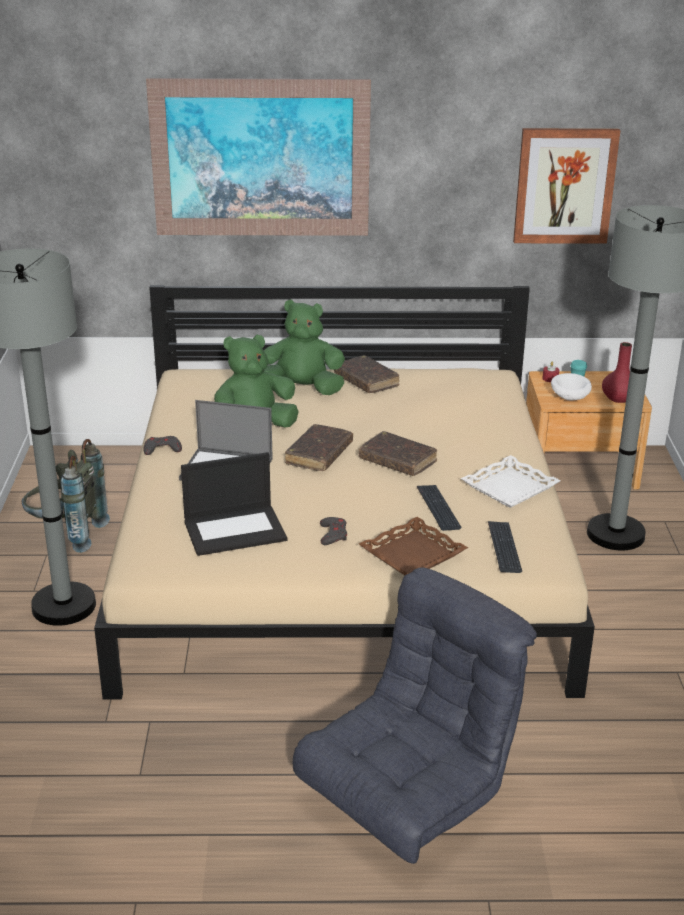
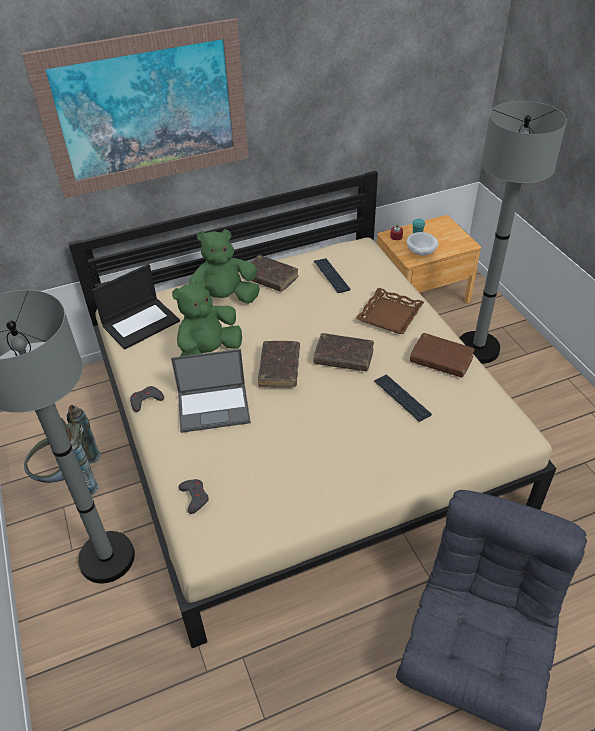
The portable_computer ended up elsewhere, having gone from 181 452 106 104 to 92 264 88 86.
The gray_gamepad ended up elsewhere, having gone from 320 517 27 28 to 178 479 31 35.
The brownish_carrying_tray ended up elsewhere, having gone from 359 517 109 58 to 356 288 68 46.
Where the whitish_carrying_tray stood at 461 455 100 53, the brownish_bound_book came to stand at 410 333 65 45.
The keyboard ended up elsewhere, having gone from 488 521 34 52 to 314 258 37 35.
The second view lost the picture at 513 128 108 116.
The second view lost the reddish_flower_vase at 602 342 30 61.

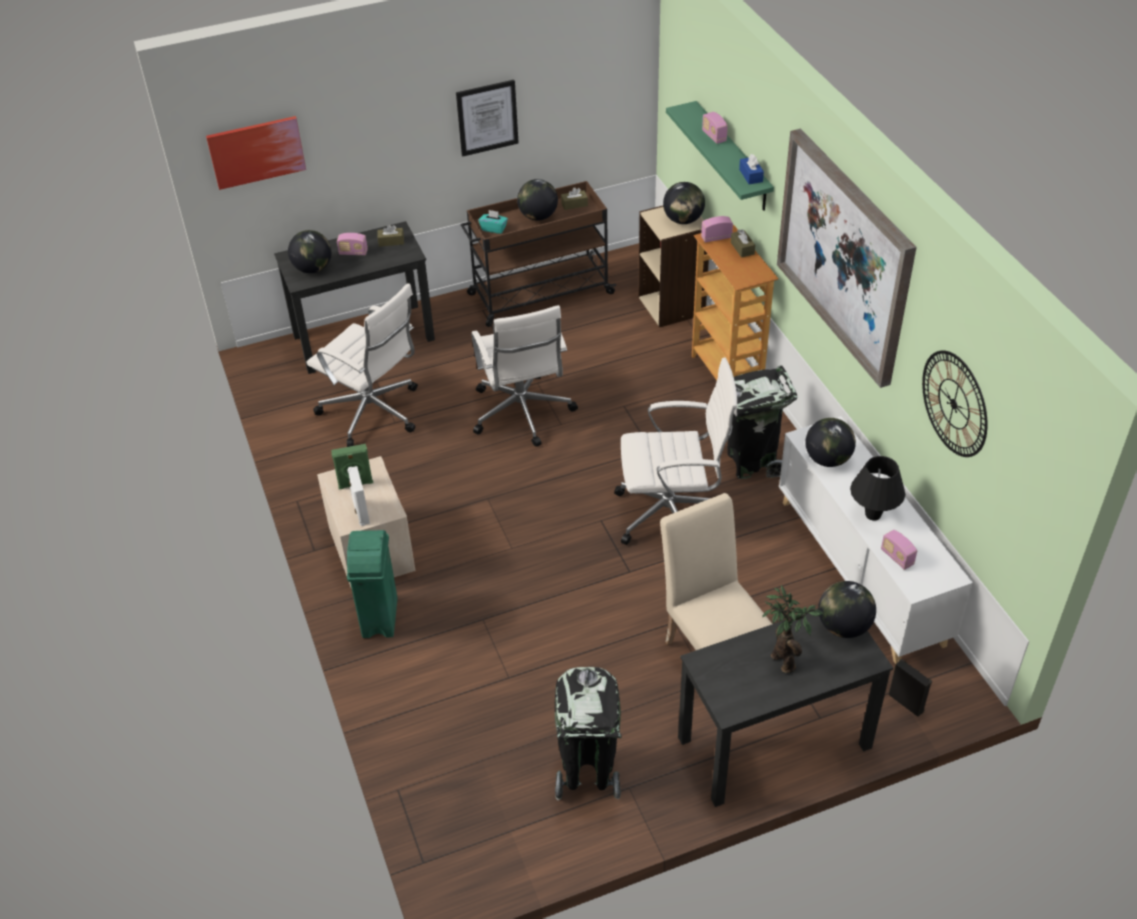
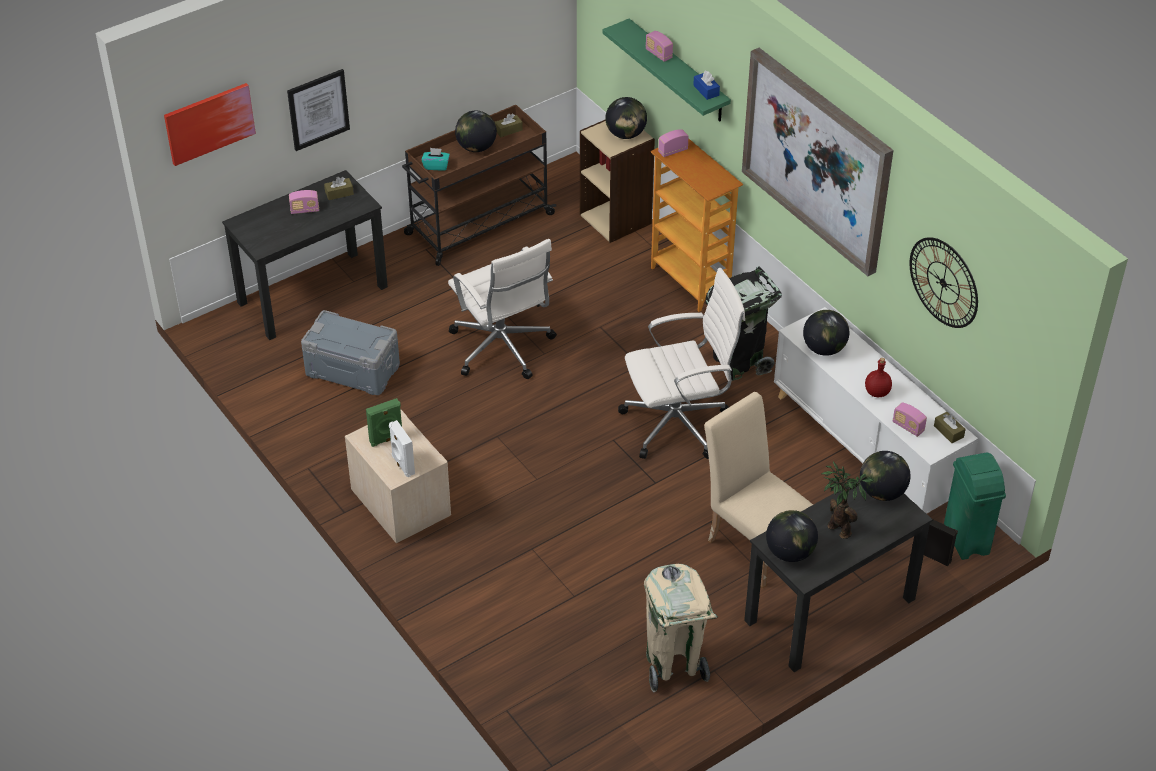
The globe ended up elsewhere, having gone from 288 230 43 43 to 766 510 52 52.
Where the whitish_desk_chair stood at 307 283 111 164, the gray_storage_container came to stand at 301 310 99 85.
The green_rubbish_bin ended up elsewhere, having gone from 347 530 51 108 to 944 453 62 107.
The picture ended up elsewhere, having gone from 456 80 63 77 to 287 69 63 82.
What was the black_rubbish_bin at 555 667 67 133 turned into the beige_rubbish_bin at 644 564 74 129.
The brownish_box_of_tissues ended up elsewhere, having gone from 731 229 24 29 to 934 412 32 31.
Where the black_lamp_for_a_table stood at 850 456 55 64, the reddish_bottle came to stand at 865 358 27 39.

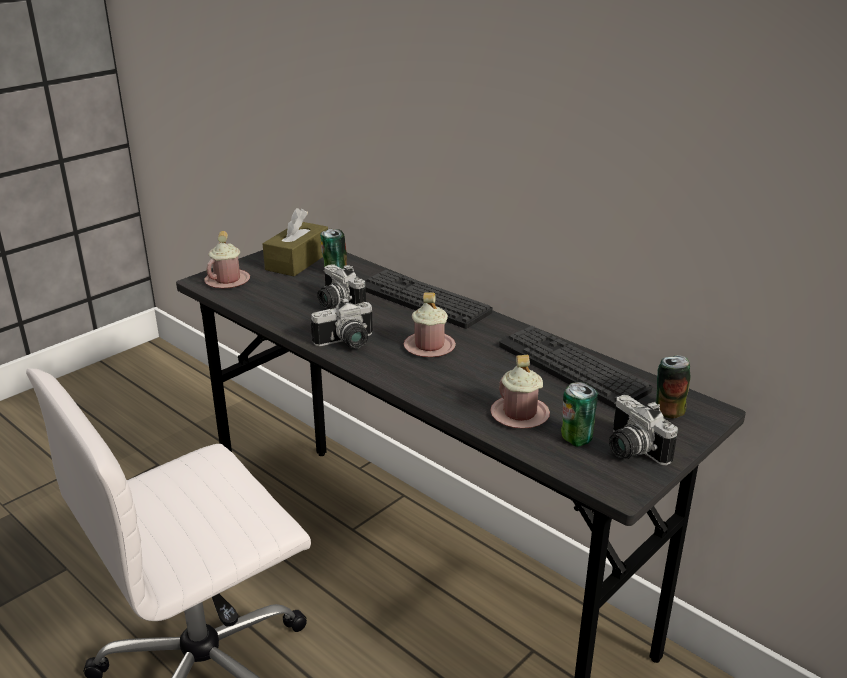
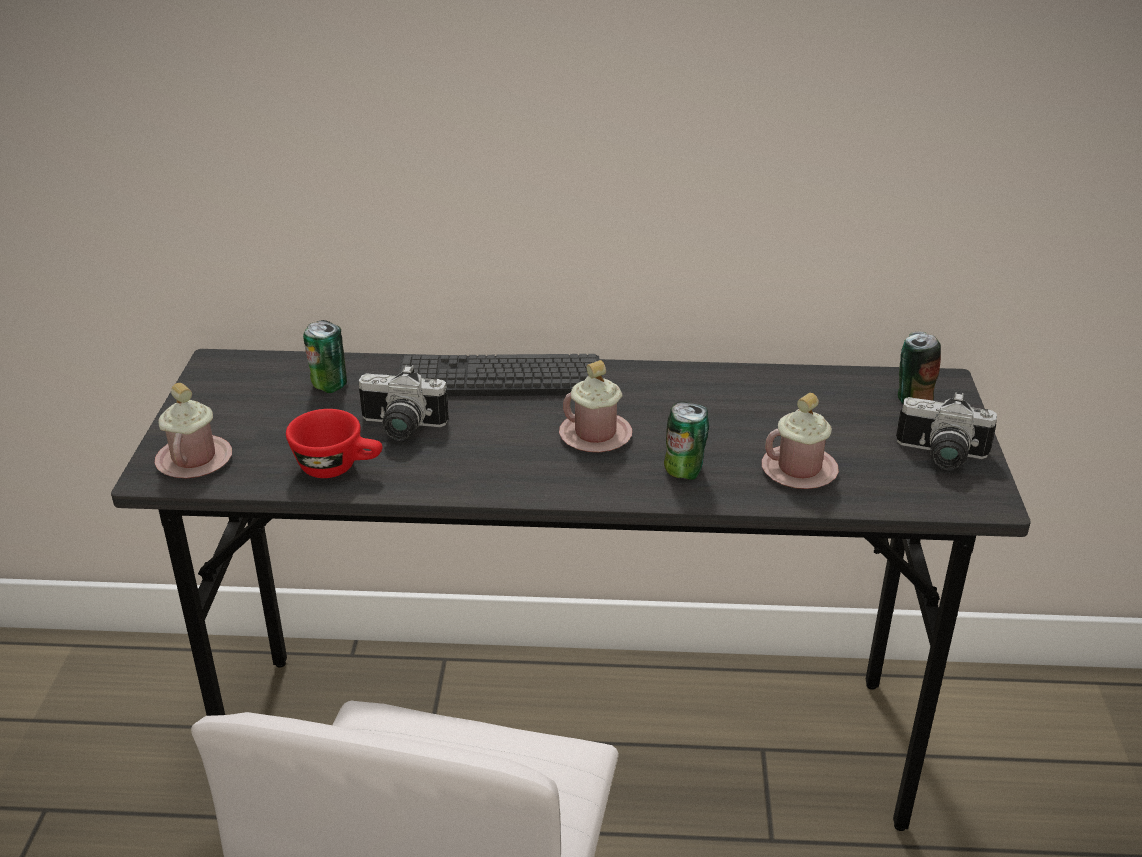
The second view lost the brownish_box_of_tissues at 262 208 66 68.
The second view lost the still_camera at 311 297 62 51.
The second view lost the keyboard at 499 326 153 83.
The can ended up elsewhere, having gone from 561 382 37 65 to 664 401 45 79.
The second view gained the reddish_drinking_cup at 286 409 97 69.

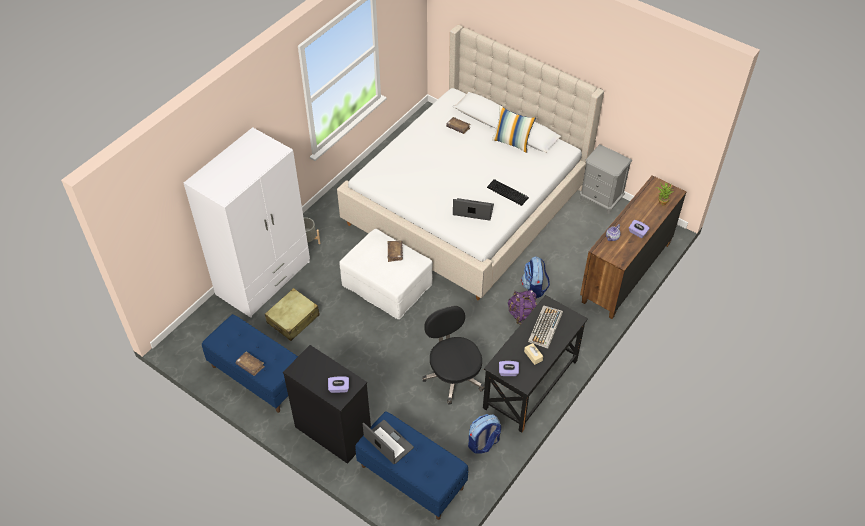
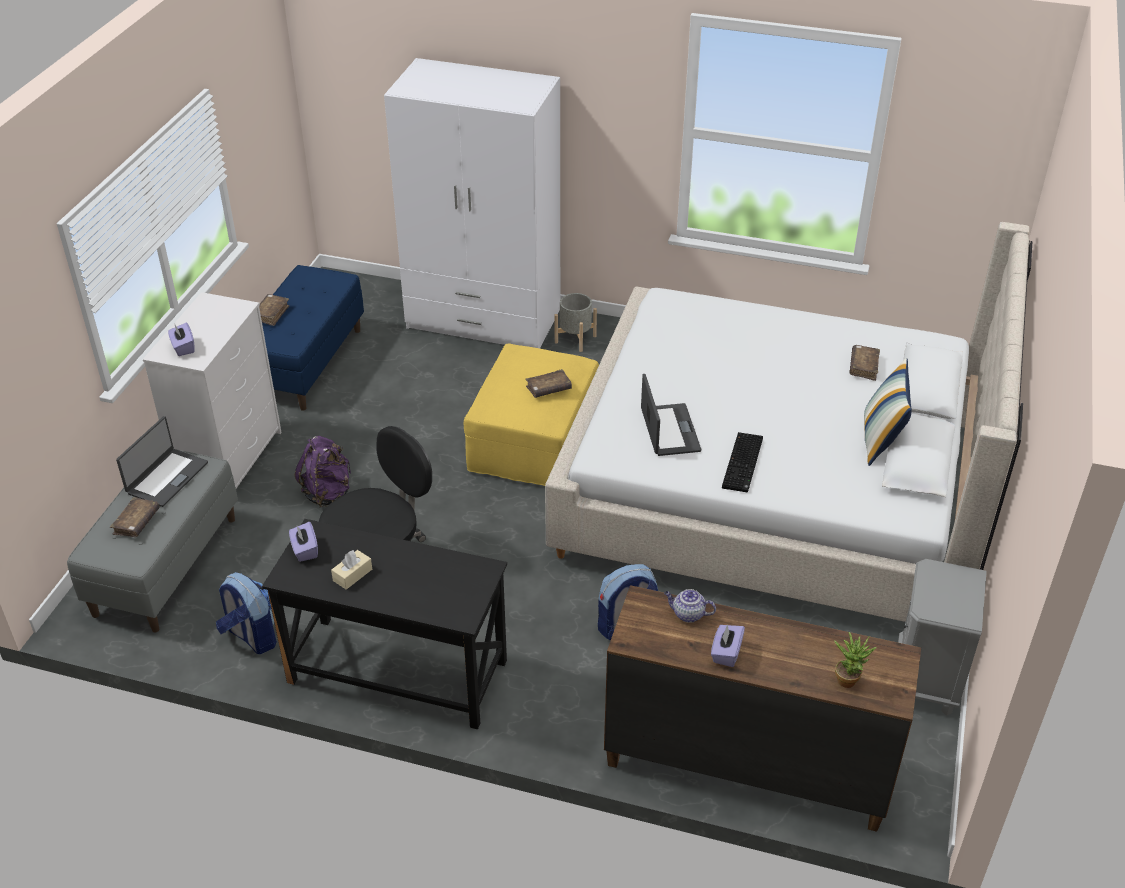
The second view lost the beige_suitcase at 265 288 55 53.
What was the black_drawer_chest at 283 345 88 119 turned into the whitish_drawer_chest at 143 292 139 196.
What was the whitish_footrest at 339 229 94 90 turned into the yellow_footrest at 464 343 135 143.
What was the blue_long_seat at 355 411 113 109 turned into the gray_long_seat at 67 449 171 183.
The purplish_rucksack ended up elsewhere, having gone from 508 290 29 35 to 295 436 56 71.
The second view lost the keyboard at 528 306 35 43.
The second view gained the brownish_bound_book at 110 497 50 40.

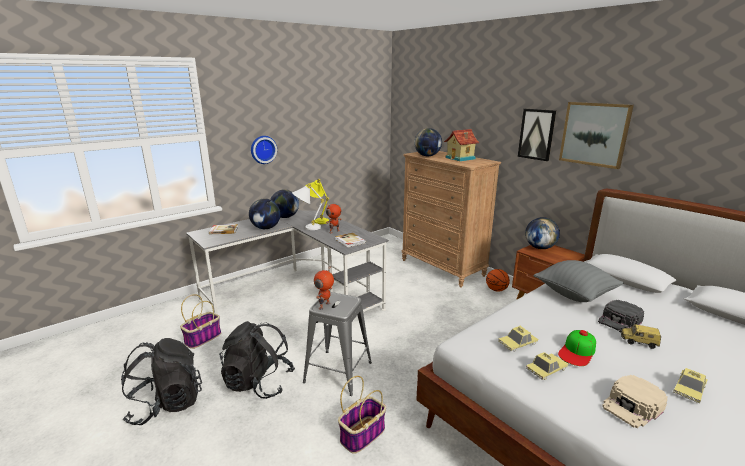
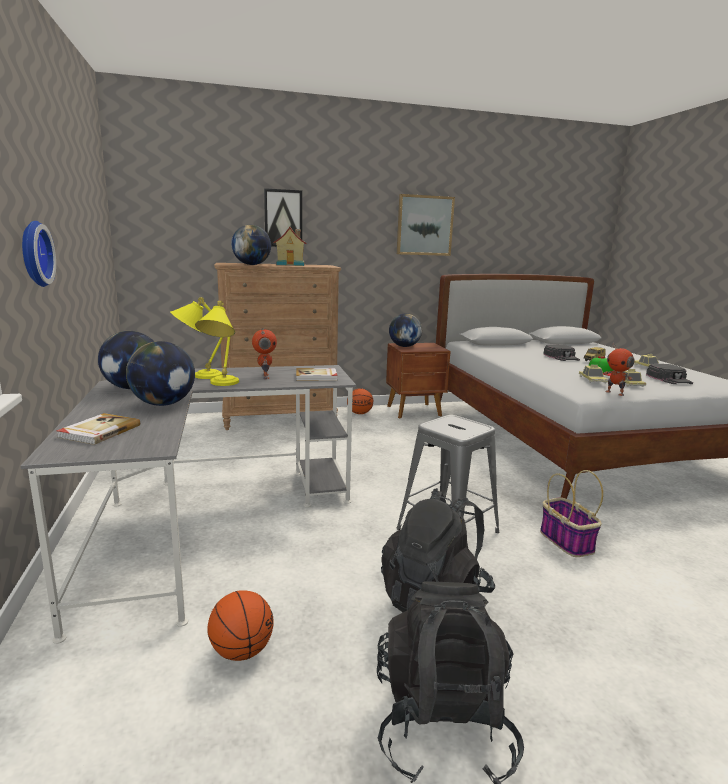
Where the basket stood at 180 294 41 55, the ball_for_basketball came to stand at 207 590 67 71.
What was the whitish_lamp_for_a_table at 292 183 33 47 turned into the yellow_lamp_for_a_table at 195 301 44 85.
The toy_robot ended up elsewhere, having gone from 314 265 20 45 to 604 344 31 52.
The picture ended up elsewhere, having gone from 518 109 38 52 to 264 188 38 59.
The second view lost the gray_throw_pillow at 533 260 91 42.
What was the beige_cap at 602 375 66 53 turned into the black_cap at 646 364 47 20.

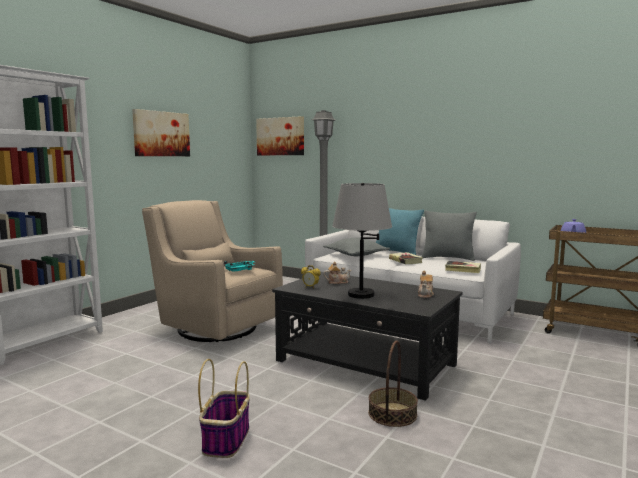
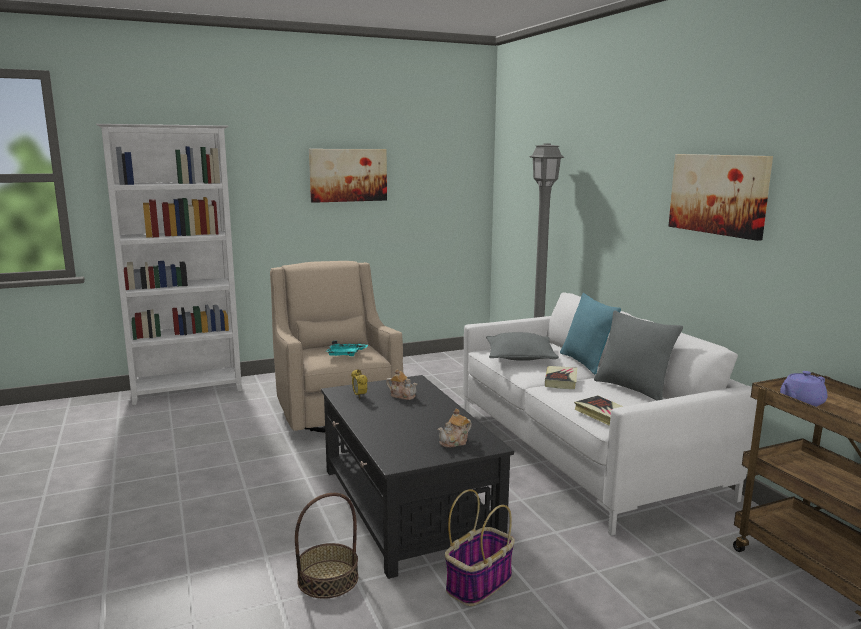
The basket ended up elsewhere, having gone from 198 359 52 99 to 445 489 70 117.
The picture ended up elsewhere, having gone from 256 116 48 39 to 669 154 104 87.
The second view lost the gray_lamp_for_a_table at 332 183 60 116.

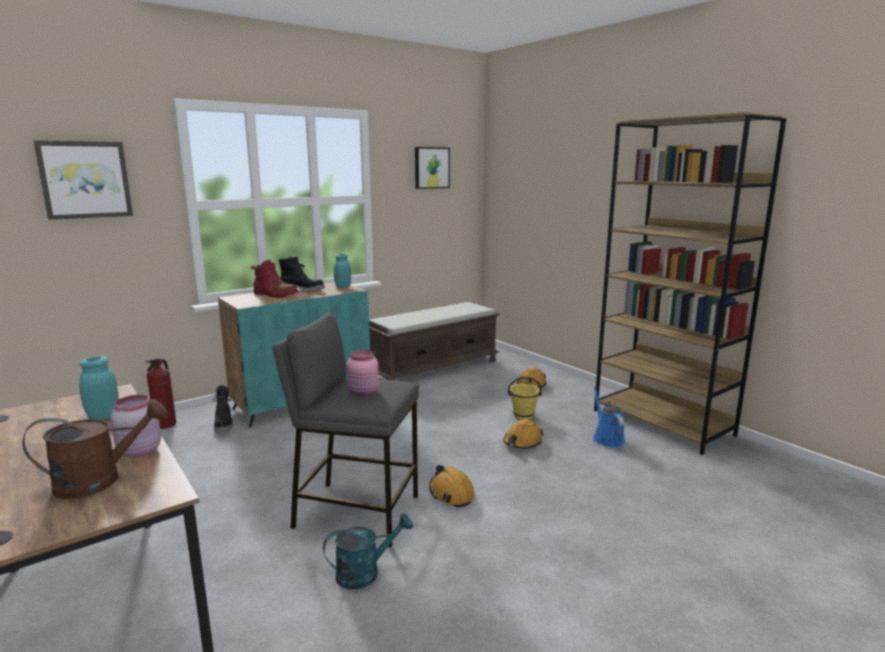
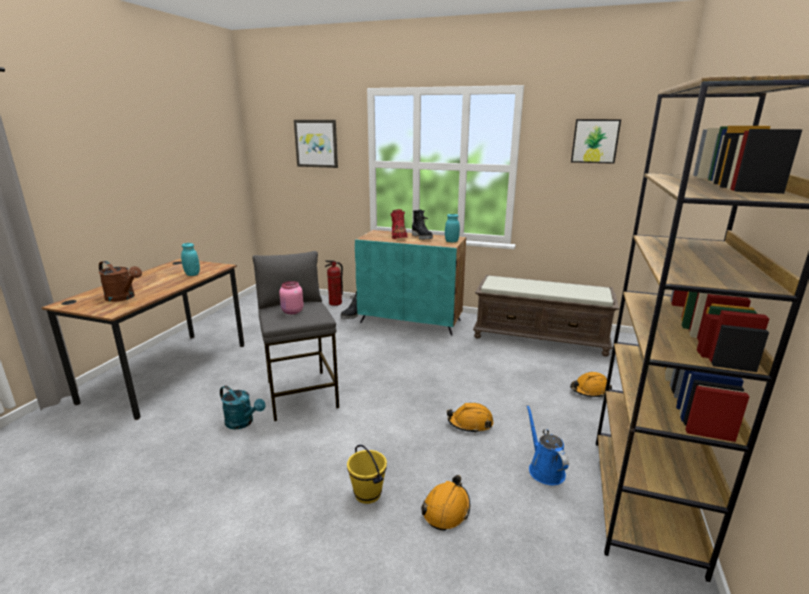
The second view lost the pinkish_storage_jar at 110 394 51 63.
The orange-coloured_work_helmet ended up elsewhere, having gone from 429 465 46 43 to 421 475 49 56.
The yellow_pail ended up elsewhere, having gone from 508 377 34 43 to 347 445 40 59.
The blue_watering_pot at 593 386 32 61 ended up facing another way, 60 degrees counterclockwise from before.

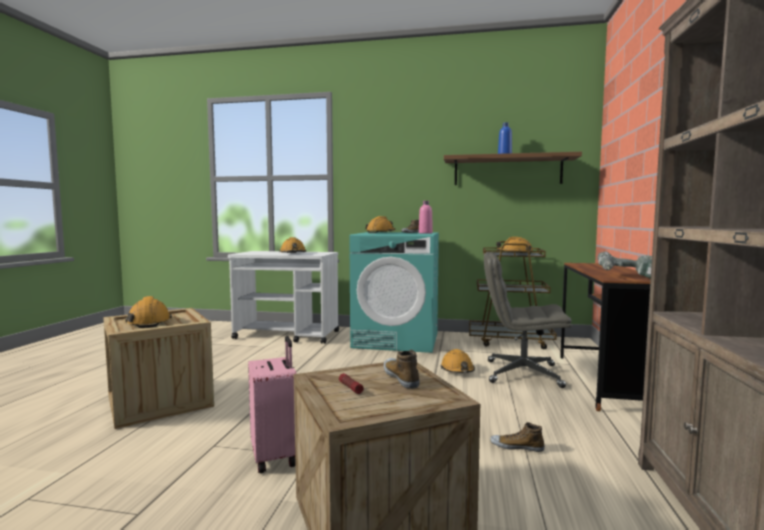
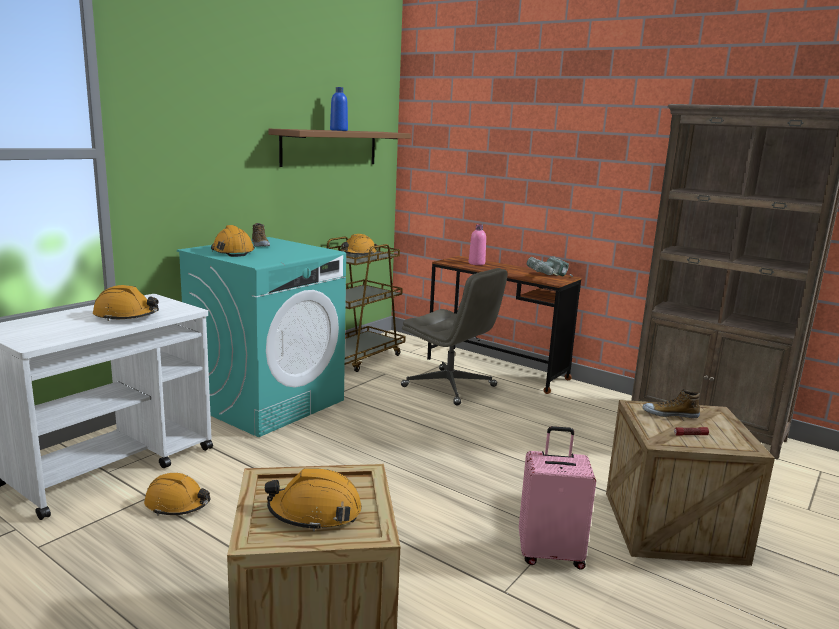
The pinkish_bottle ended up elsewhere, having gone from 419 201 14 33 to 469 224 17 41.
The orange-coloured_work_helmet ended up elsewhere, having gone from 441 349 34 24 to 144 473 66 43.
The gray_desk_chair at 484 252 88 136 ended up facing another way, 90 degrees counterclockwise from before.
The second view lost the shoe at 490 422 55 30.

